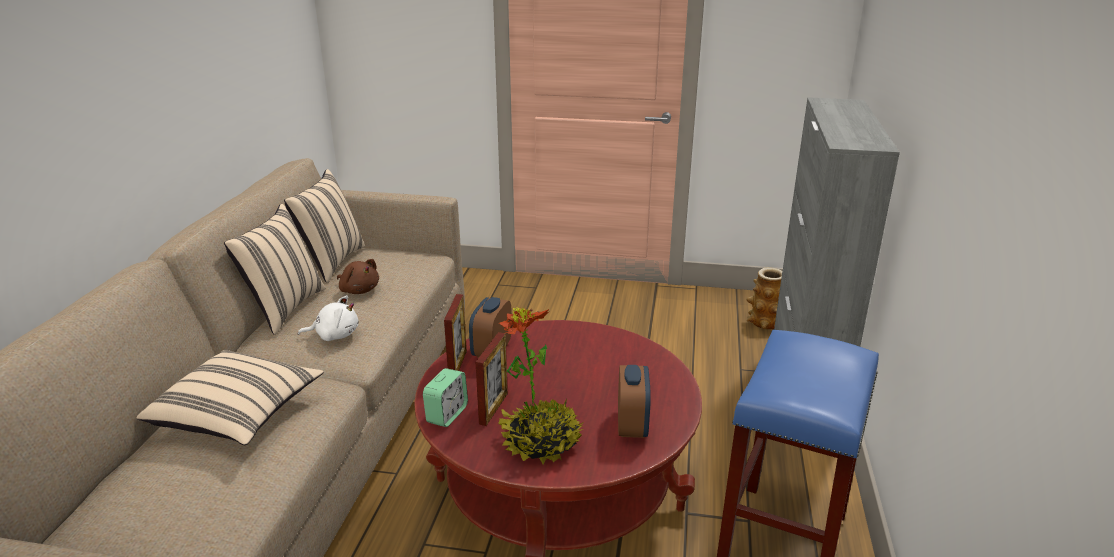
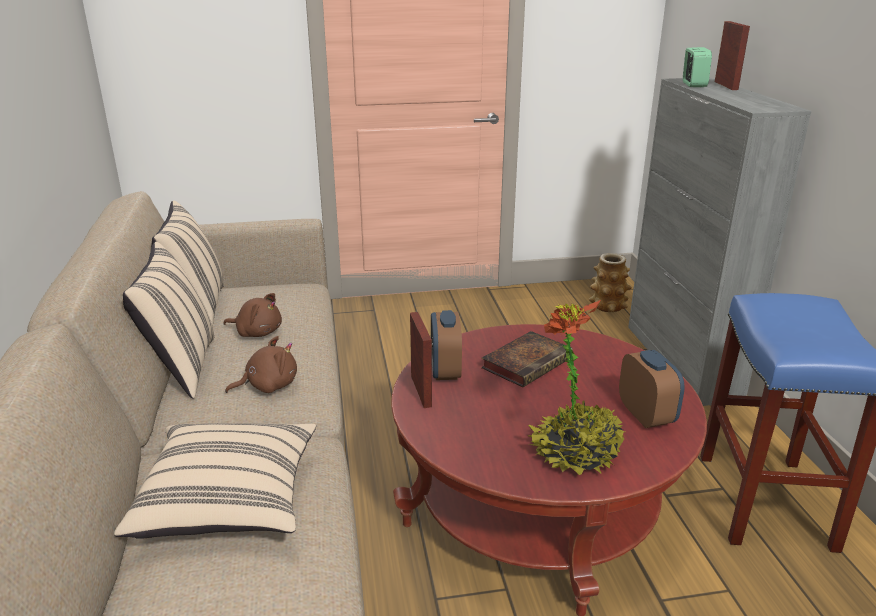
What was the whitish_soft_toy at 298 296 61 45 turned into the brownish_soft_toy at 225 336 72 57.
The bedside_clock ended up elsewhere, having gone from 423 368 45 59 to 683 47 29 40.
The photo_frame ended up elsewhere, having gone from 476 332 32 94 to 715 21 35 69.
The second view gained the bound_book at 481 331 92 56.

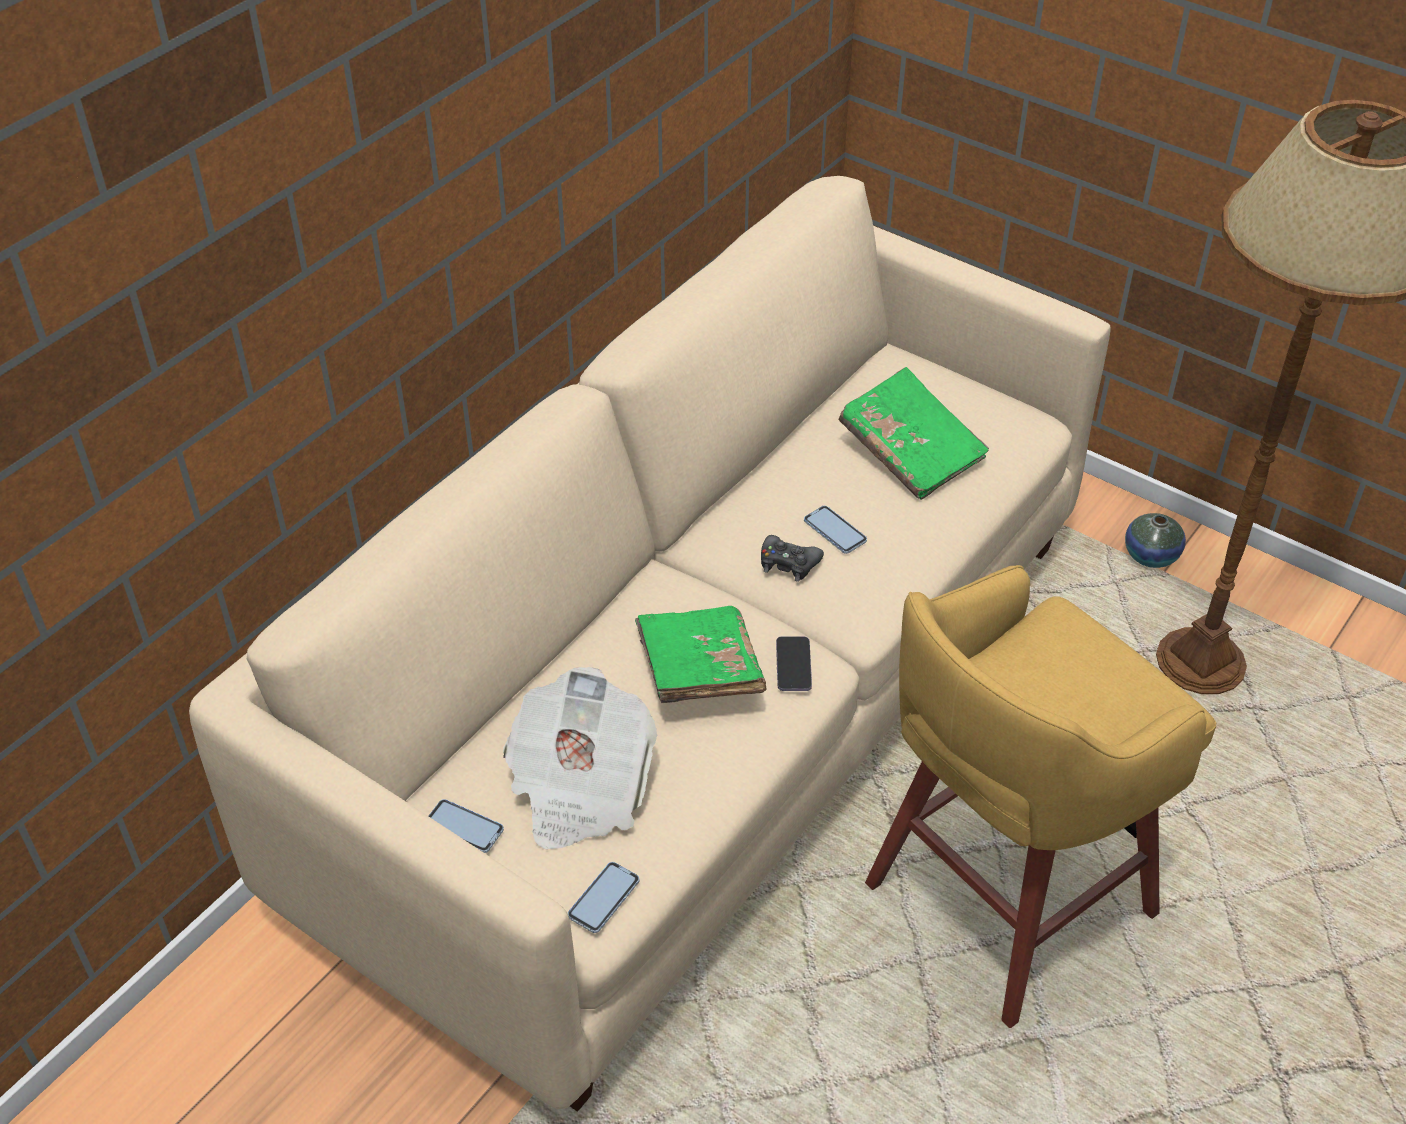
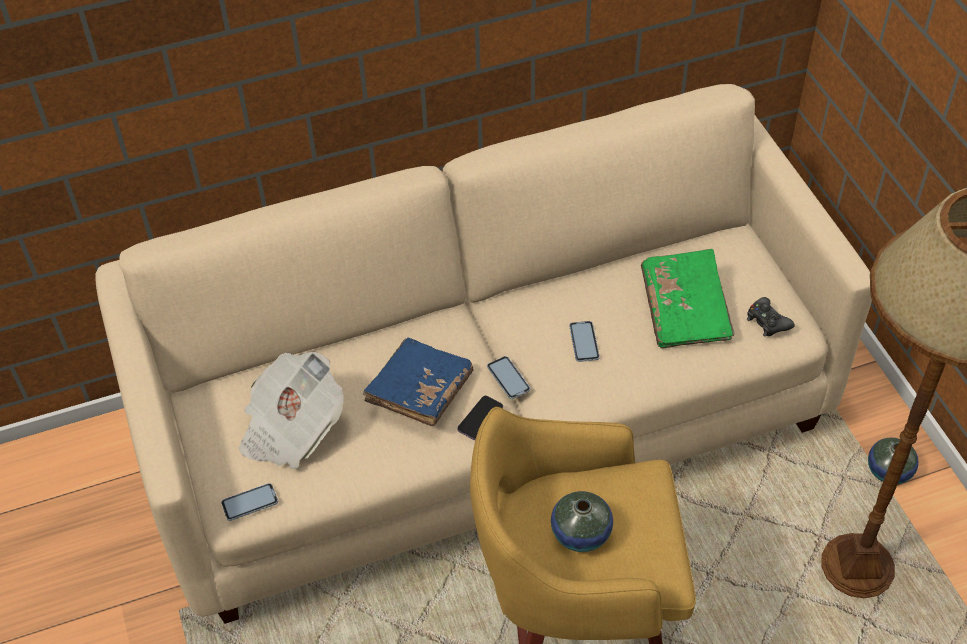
The phone ended up elsewhere, having gone from 428 799 76 54 to 487 356 43 43.
What was the green_bound_book at 635 606 132 97 turned into the blue_bound_book at 363 338 110 88.
The black_gamepad ended up elsewhere, having gone from 761 535 63 47 to 747 297 48 40.
The second view gained the flower_vase at 551 491 62 61.

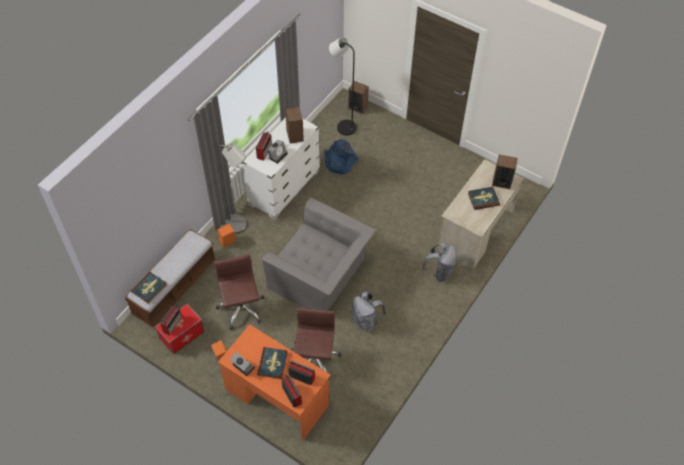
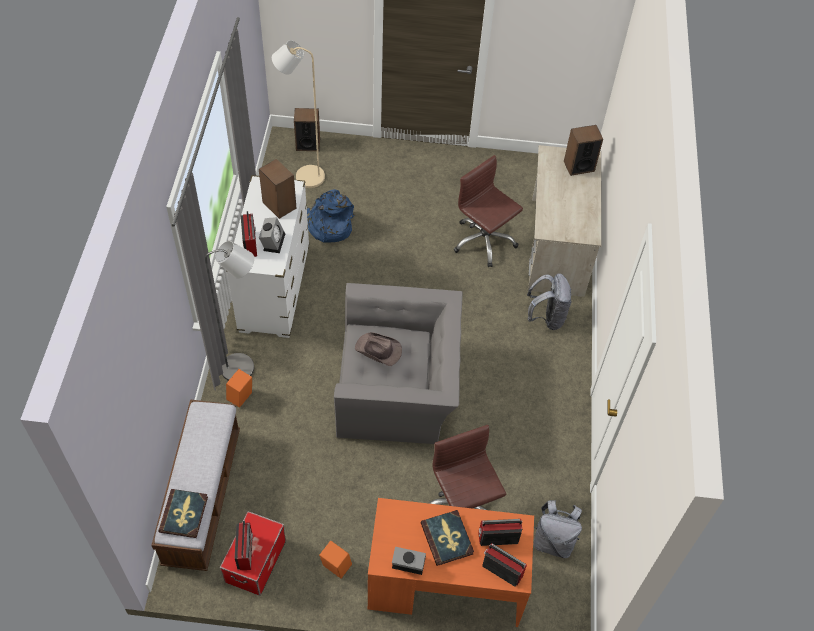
The brownish_desk_chair ended up elsewhere, having gone from 214 254 50 76 to 454 155 69 112.
What was the black_standing_lamp at 329 37 28 99 turned into the beige_standing_lamp at 272 40 53 148.
The gray_rucksack ended up elsewhere, having gone from 352 292 34 40 to 534 500 48 58.
The second view lost the bound_book at 468 187 32 23.
The second view gained the brownish_clothing_hat at 355 332 47 34.

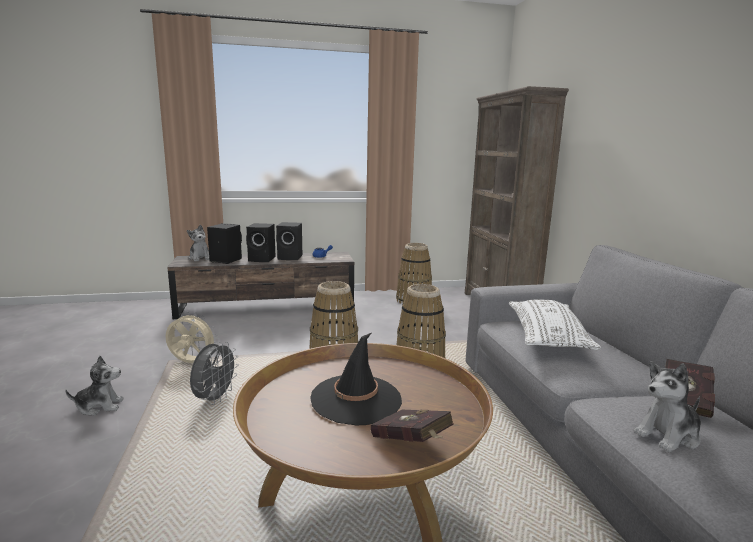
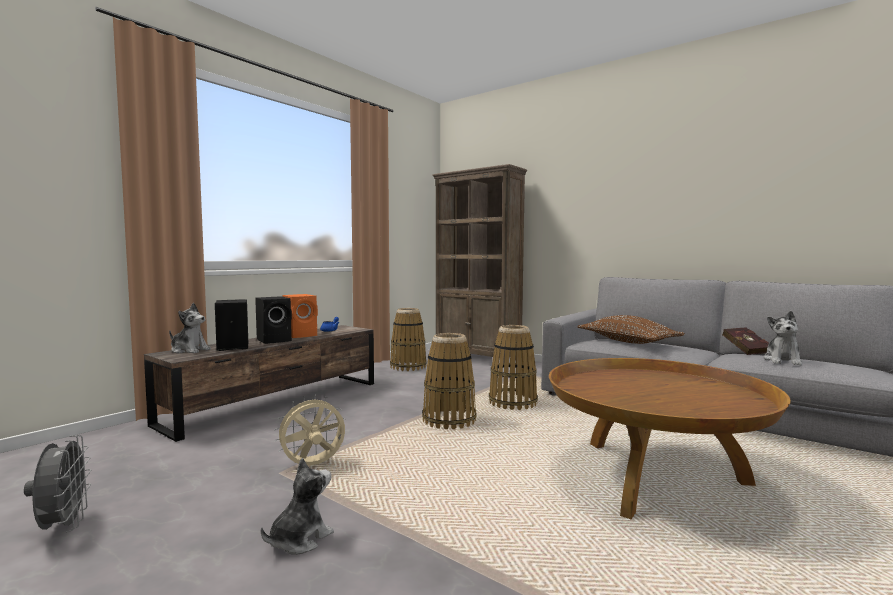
The gray_cooling_fan ended up elsewhere, having gone from 190 342 49 63 to 24 435 67 97.
What was the black_loudspeaker at 276 222 26 38 turned into the orange-coloured_loudspeaker at 282 294 36 44.
The second view lost the black_clothing_hat at 310 333 92 92.
The second view lost the reddish_bound_book at 371 410 83 32.
What was the whitish_throw_pillow at 509 300 92 50 turned into the brownish_throw_pillow at 578 315 107 29.

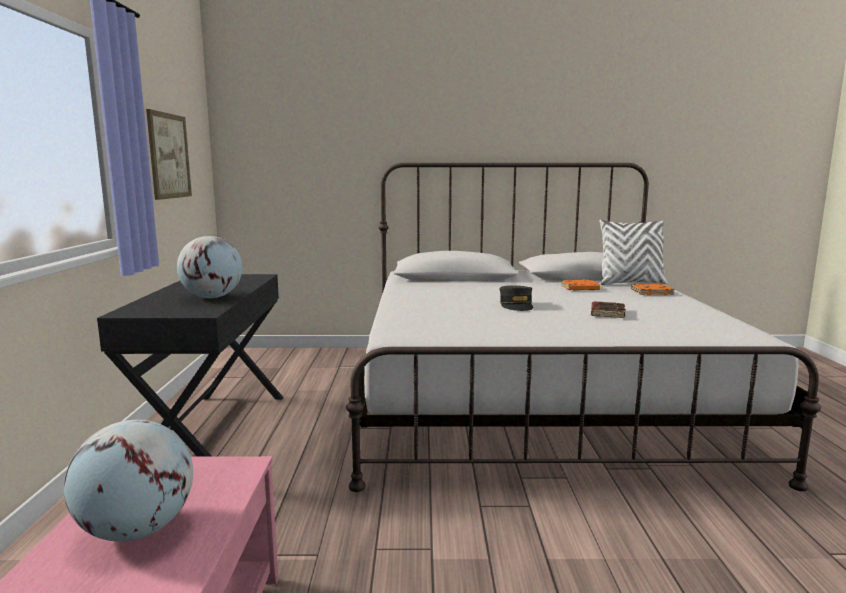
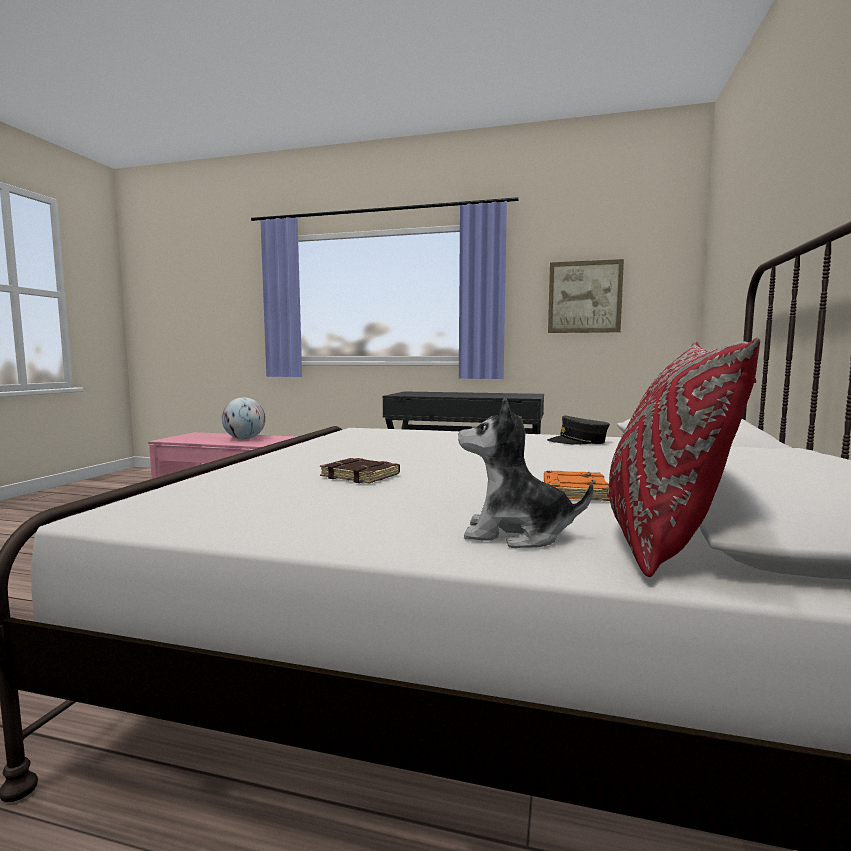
The second view lost the globe at 177 236 65 62.
The gray_cap ended up elsewhere, having gone from 499 285 34 26 to 547 415 63 30.
What was the whitish_throw_pillow at 599 219 69 66 turned into the reddish_throw_pillow at 609 337 151 240.
Where the orange-coloured_bound_book stood at 631 284 43 11, the soft_toy came to stand at 458 397 135 151.

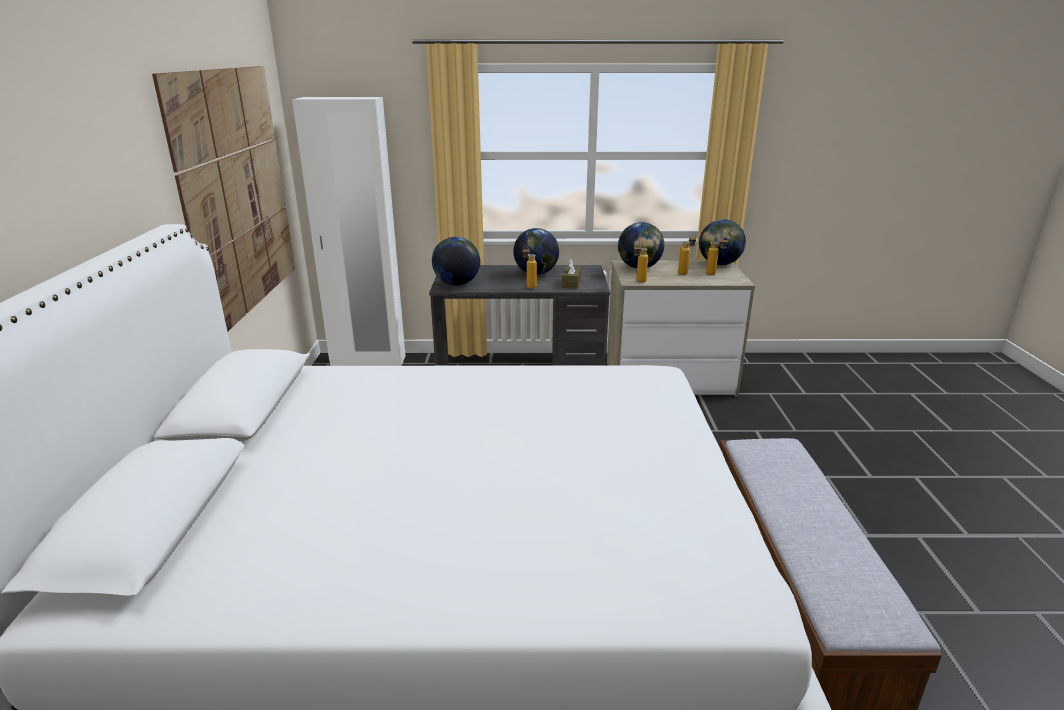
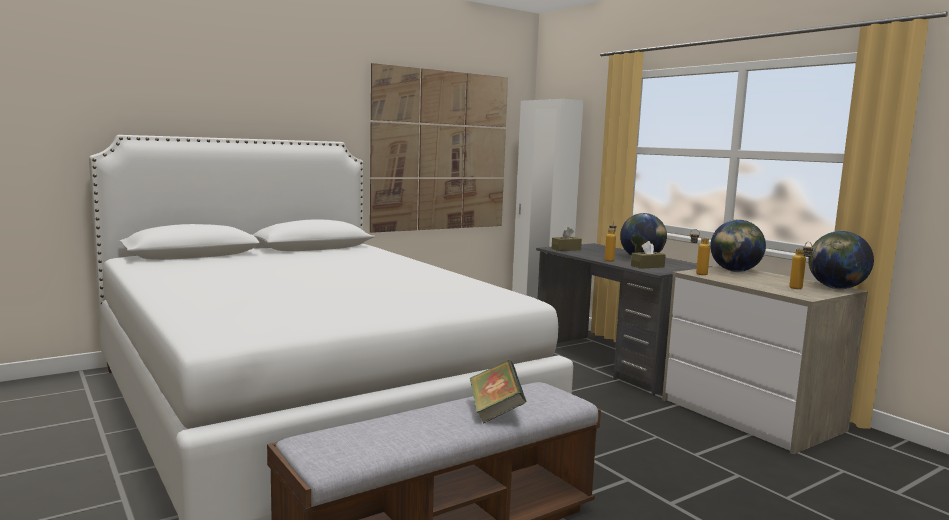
Where the globe stood at 432 237 48 49, the brownish_box_of_tissues came to stand at 552 227 30 24.
The second view lost the bottle at 678 234 18 41.
The second view gained the bound_book at 469 360 58 63.

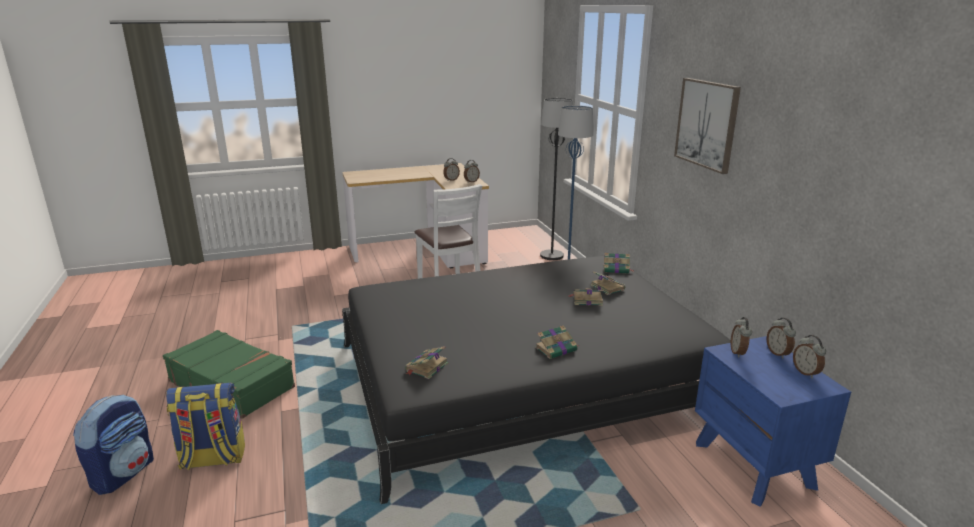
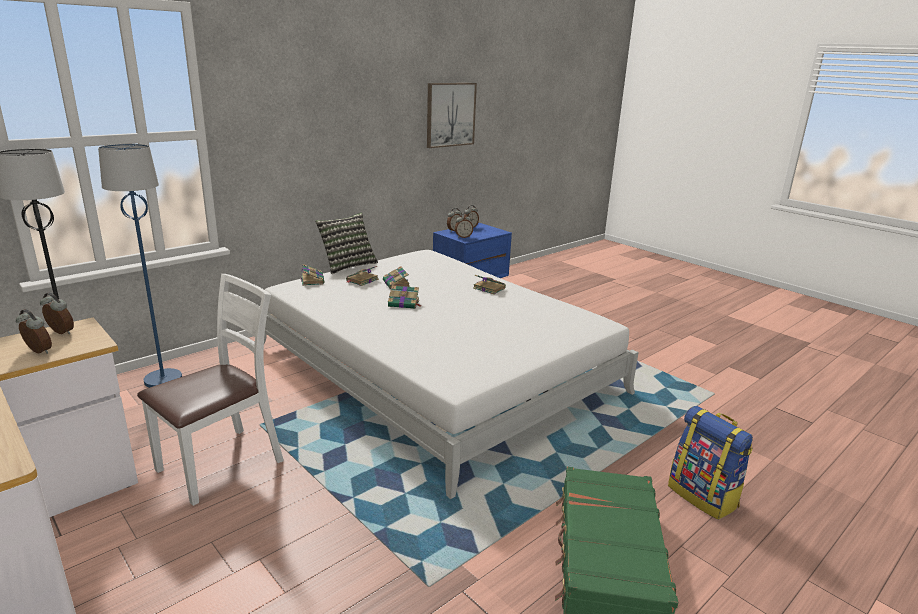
The second view lost the rucksack at 73 394 81 101.
What was the black_bedroom_bed at 342 256 389 248 turned into the whitish_bedroom_bed at 264 250 375 249.
The bound_book ended up elsewhere, having gone from 405 346 43 33 to 388 285 34 24.
The picture ended up elsewhere, having gone from 674 78 67 96 to 427 83 50 65.
The second view gained the throw_pillow at 315 212 63 62.

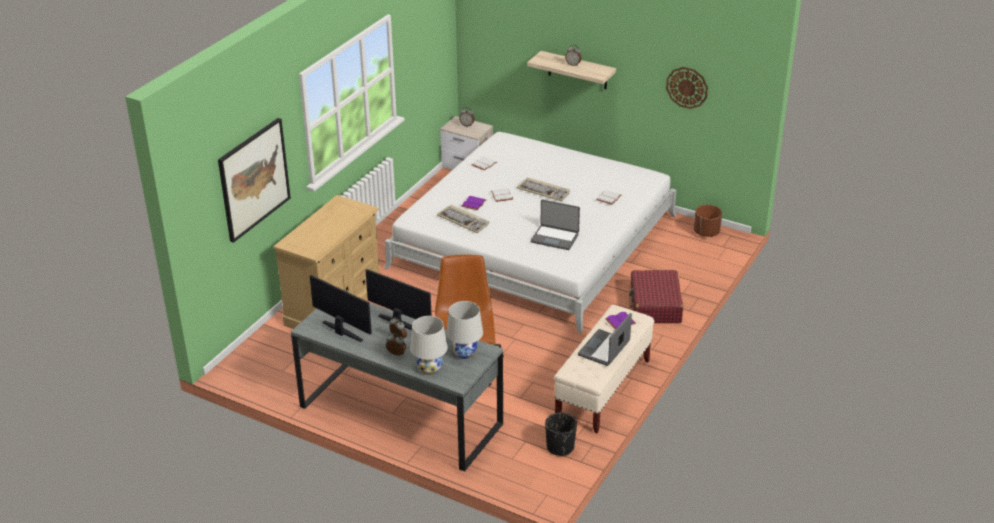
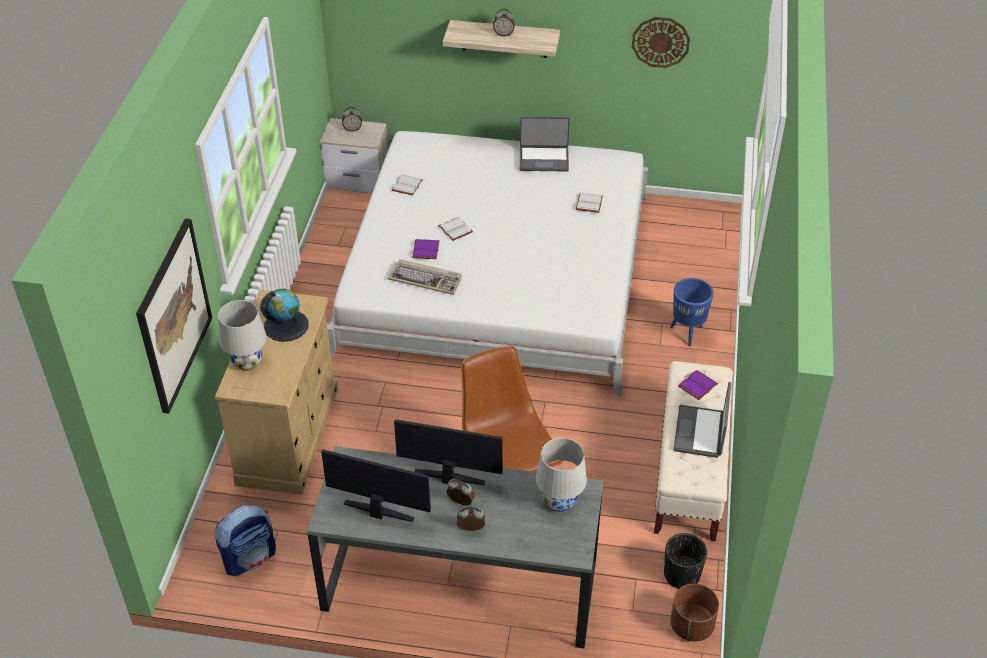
The whitish_lamp_for_a_table ended up elsewhere, having gone from 410 316 38 59 to 218 300 48 71.
The second view lost the keyboard at 517 177 53 25.
The portable_computer ended up elsewhere, having gone from 531 199 49 51 to 520 117 50 55.
Where the reddish_suitcase stood at 629 270 54 53, the blue_flower_pot came to stand at 670 278 44 68.
The brownish_flower_pot ended up elsewhere, having gone from 694 205 28 32 to 670 584 49 58.
The second view gained the rucksack at 215 505 61 71.
The second view gained the globe at 260 288 49 54.

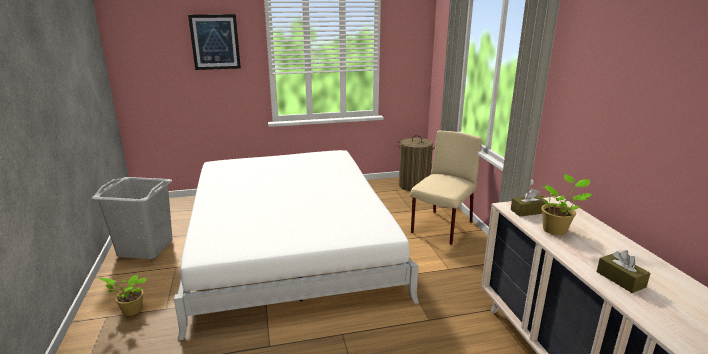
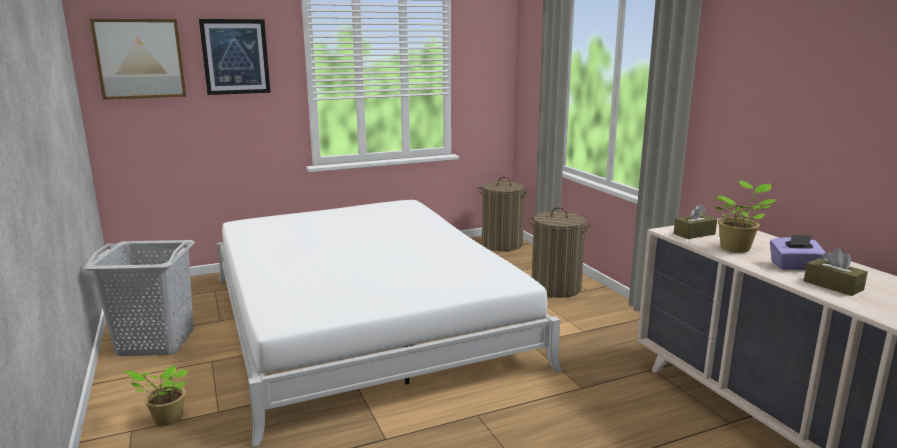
Where the beige_plain_chair stood at 410 131 72 114, the laundry_basket came to stand at 528 207 64 91.
The second view gained the picture at 90 19 96 81.
The second view gained the purplish_box_of_tissues at 770 234 55 36.

